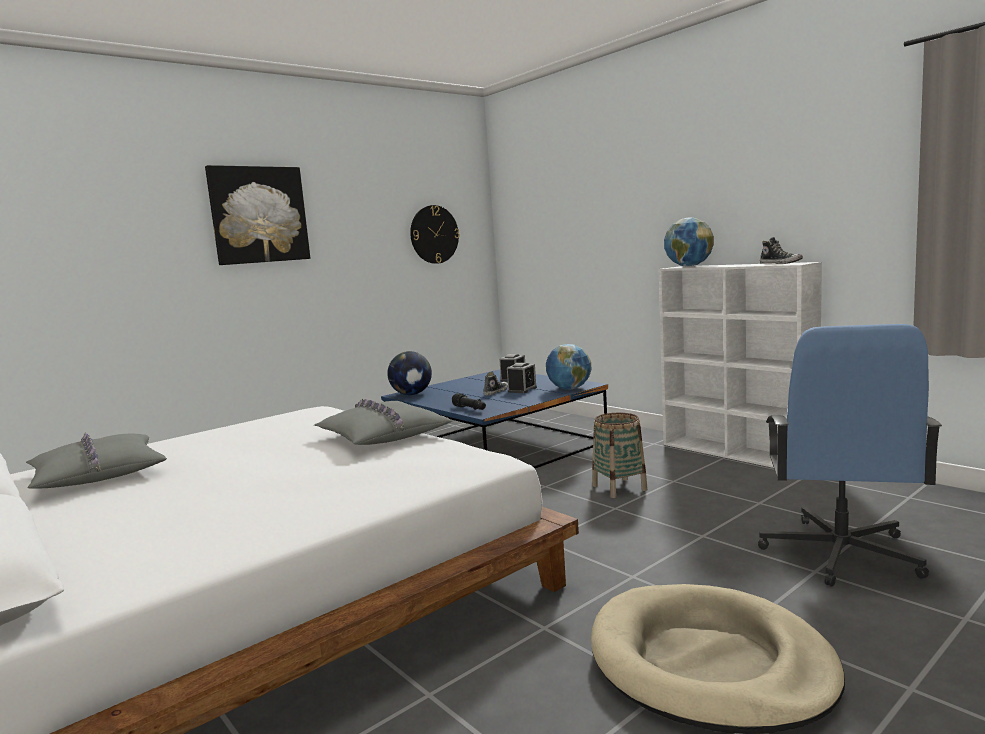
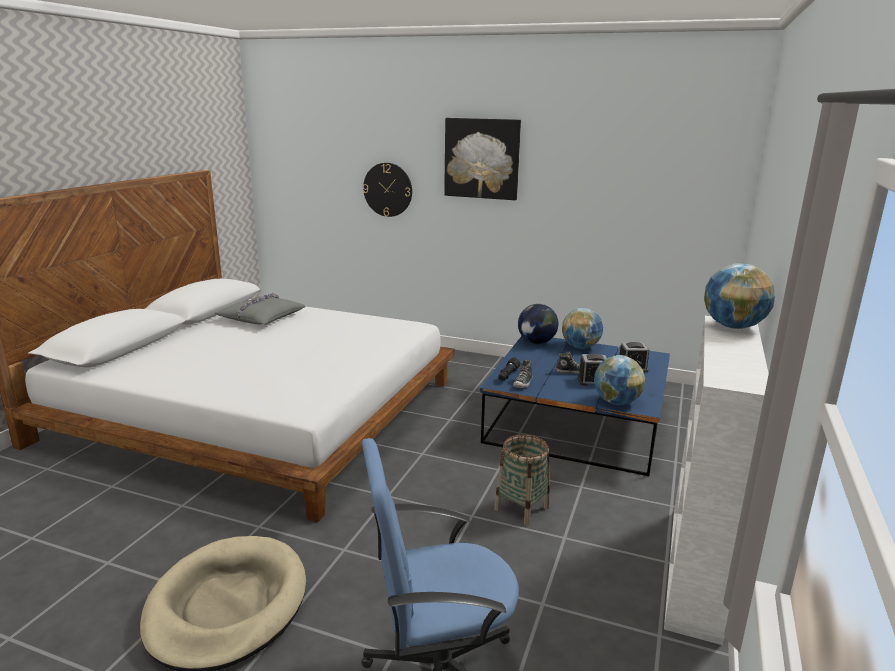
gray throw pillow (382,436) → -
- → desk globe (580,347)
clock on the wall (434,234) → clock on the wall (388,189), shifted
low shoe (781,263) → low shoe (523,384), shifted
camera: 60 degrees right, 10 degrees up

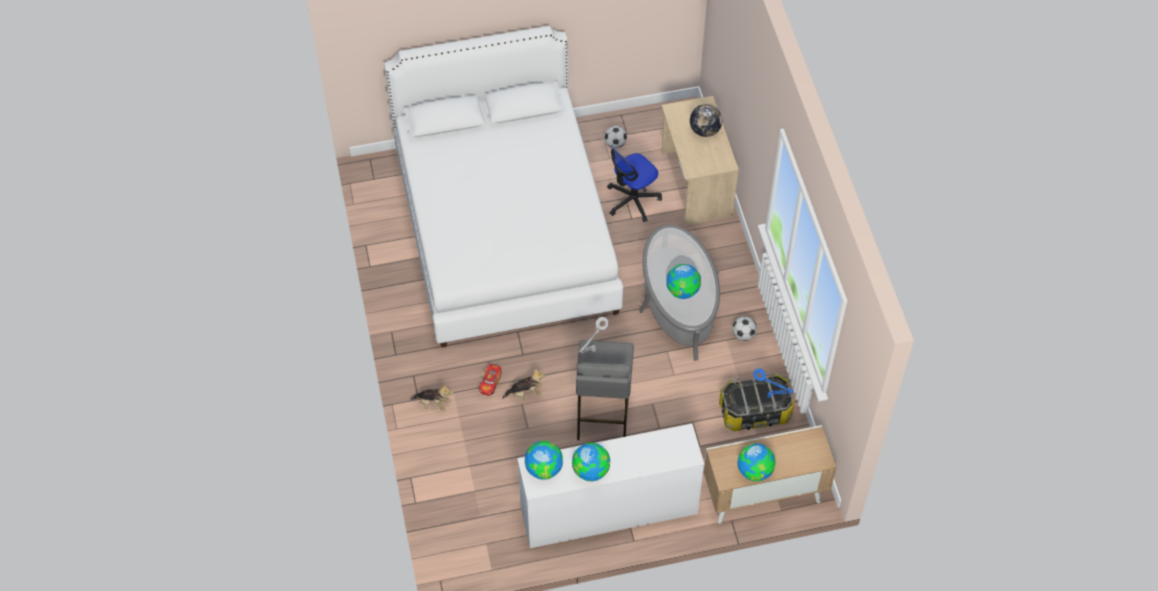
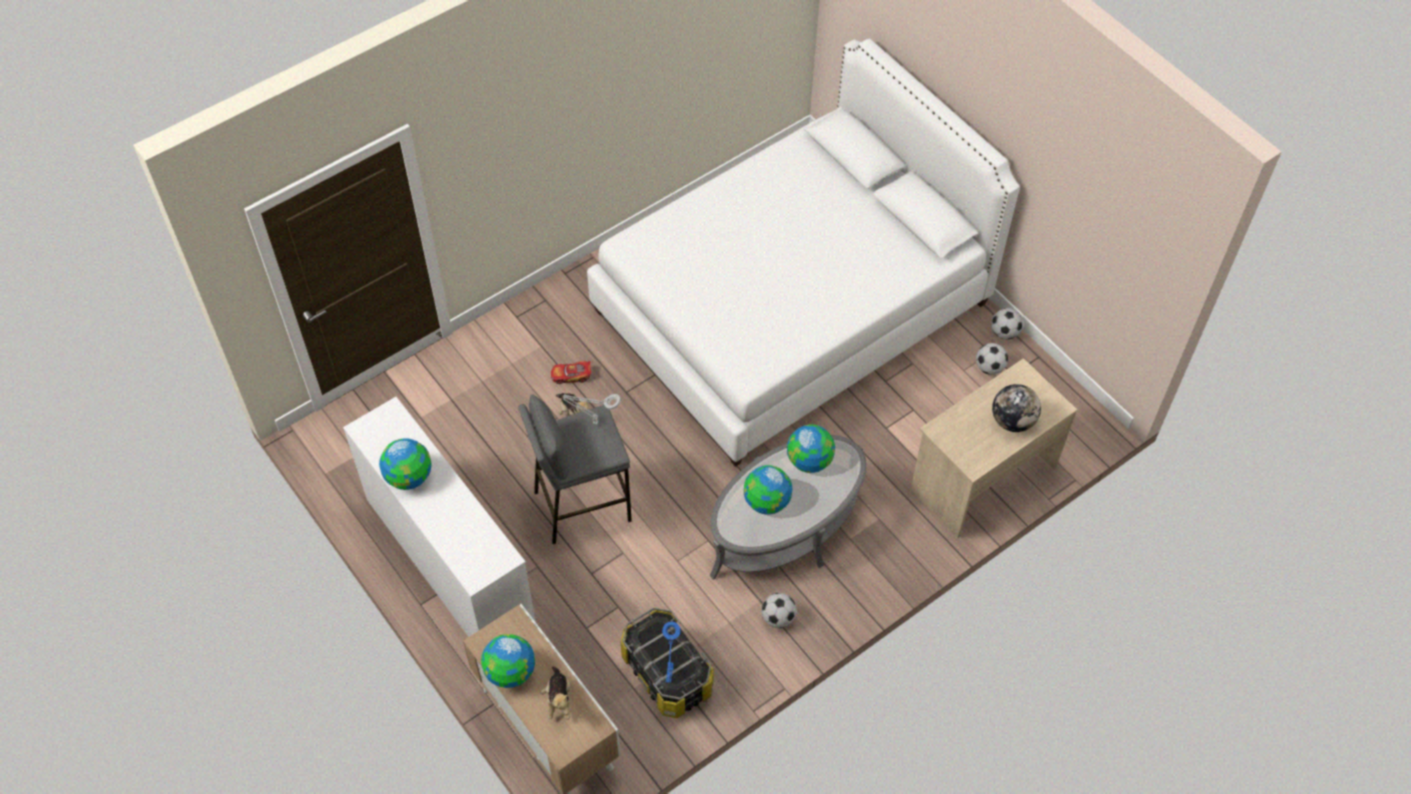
desk chair (632,200) → -
- → football ball (1004,333)
soft toy (433,403) → soft toy (559,700), shifted
desk globe (543,468) → desk globe (809,460), shifted
camera: 65 degrees right, 0 degrees up

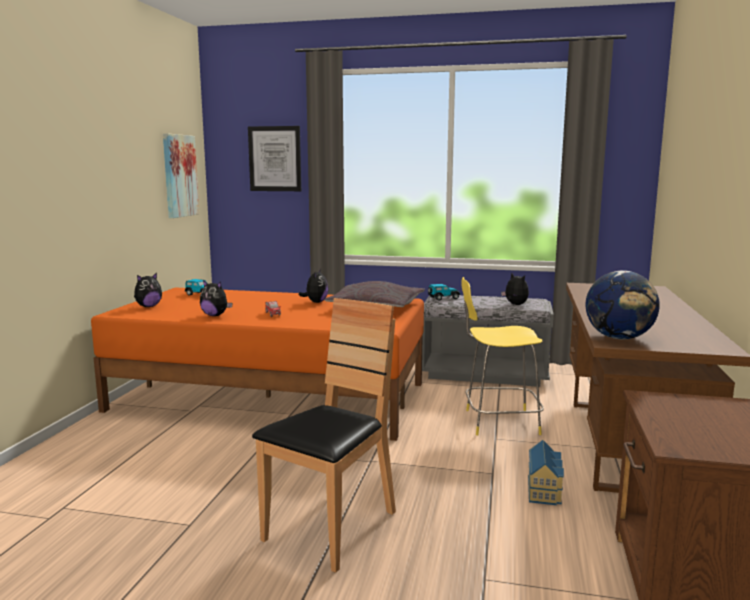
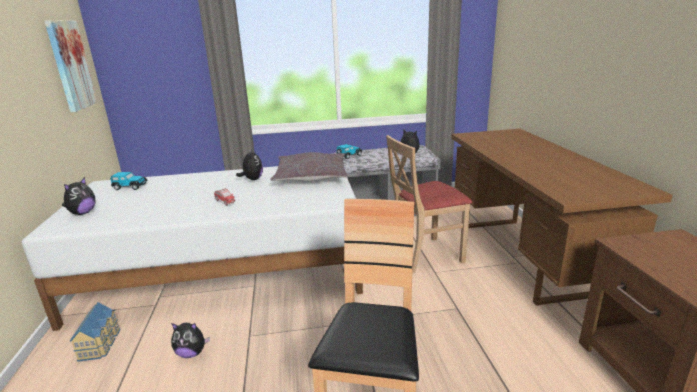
picture (275,159) → -
desk globe (619,338) → -
soft toy (215,315) → soft toy (192,353), shifted
model house (545,490) → model house (101,343), shifted
yellow sitting stool (498,422) → beige-coloured upright chair (425,255)
orange sleeping bed (270,396) → whitish sleeping bed (223,270)
camera: 20 degrees left, 10 degrees up

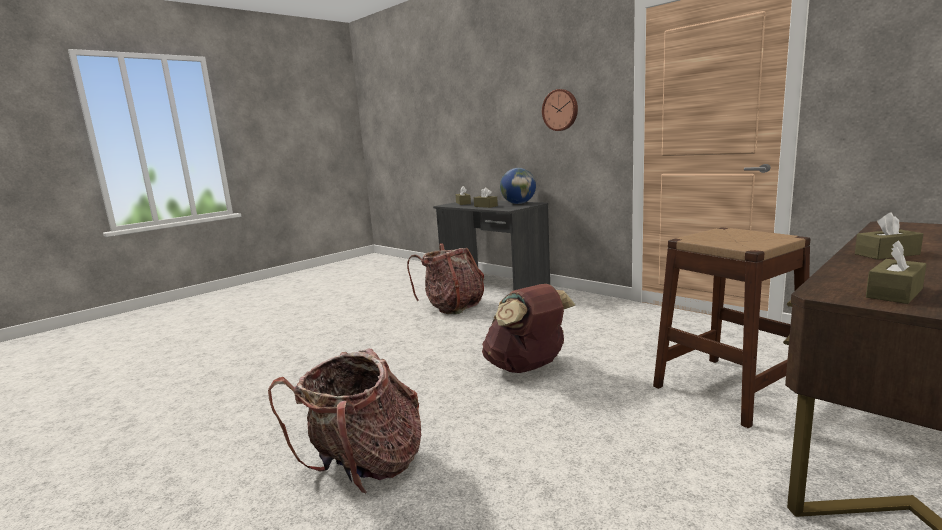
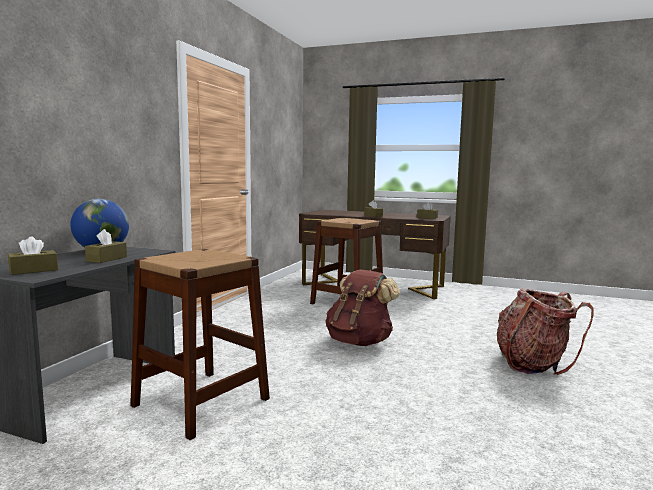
clock on the wall (560,110) → -
backpack (452,306) → brown sitting stool (201,402)
camera: 115 degrees left, 5 degrees down

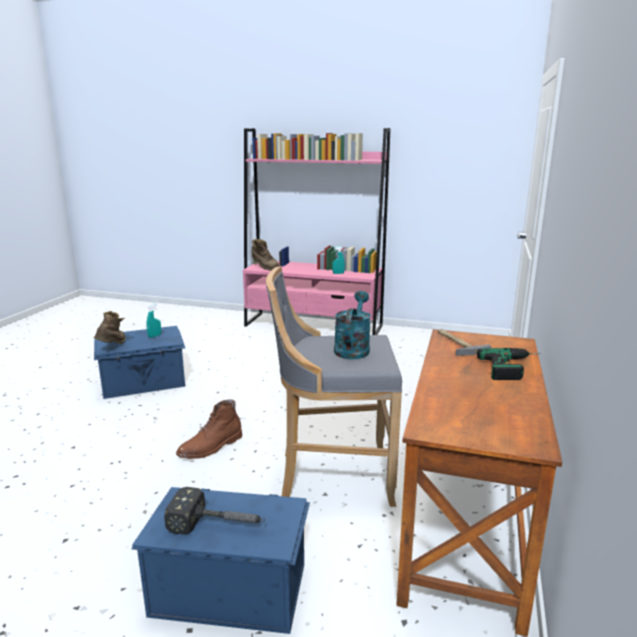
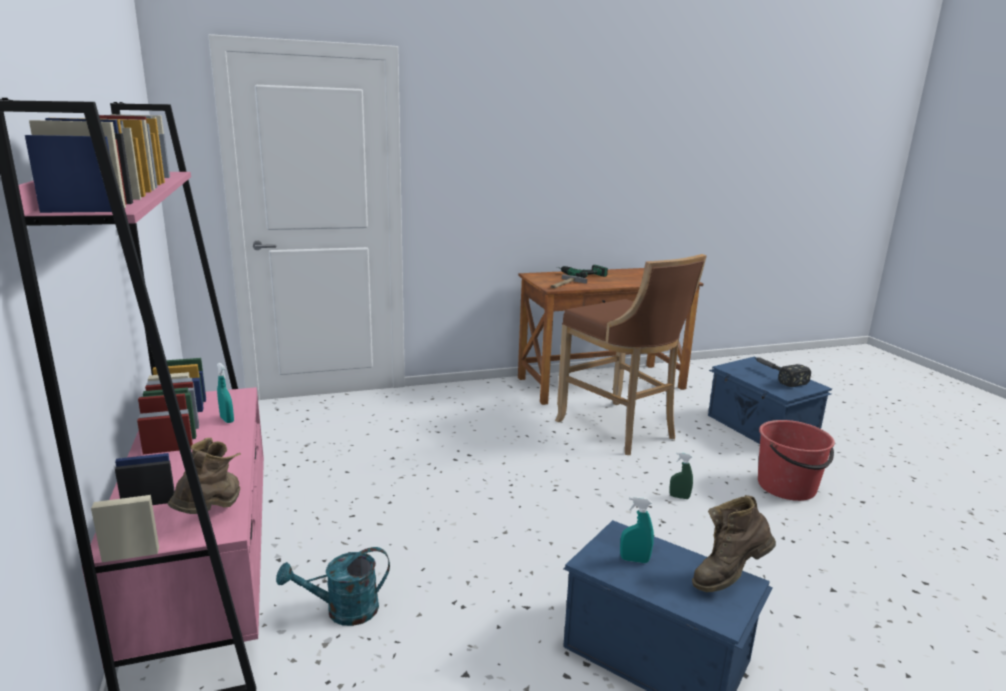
- → red-coloured water bucket (787,487)
turquoise sprinkling can (352,348) → turquoise sprinkling can (343,611), shifted
brown high-top boot (211,447) → green-coloured spray bottle (679,497)
gray sitting stool (332,475) → brown sitting stool (620,430)
camera: 125 degrees left, 0 degrees up

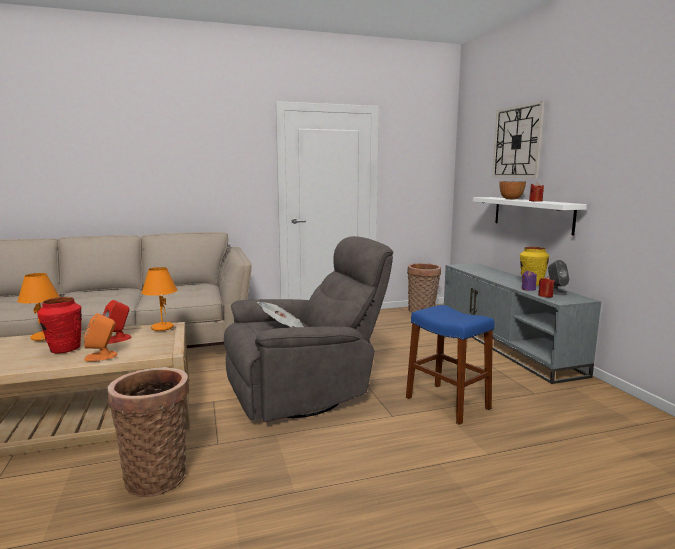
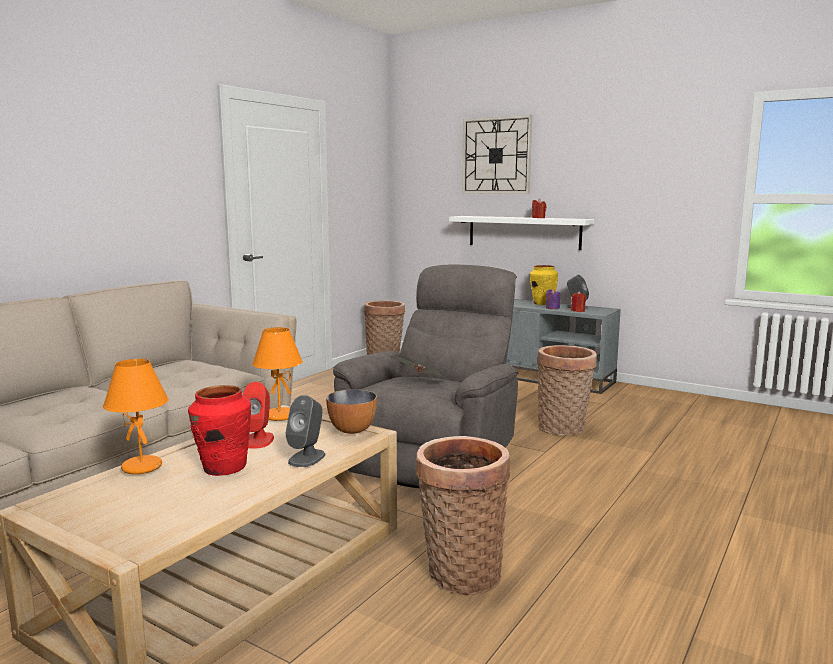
serving bowl (511,199) → serving bowl (352,430), shifted
bluish sitting stool (447,403) → household basket (563,429)
orange loudspeaker (101,356) → gray loudspeaker (307,458)
camera: 40 degrees left, 0 degrees up

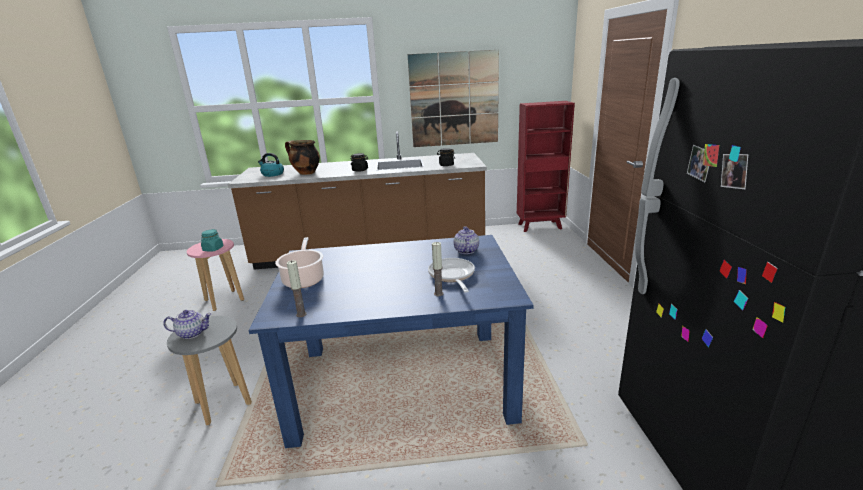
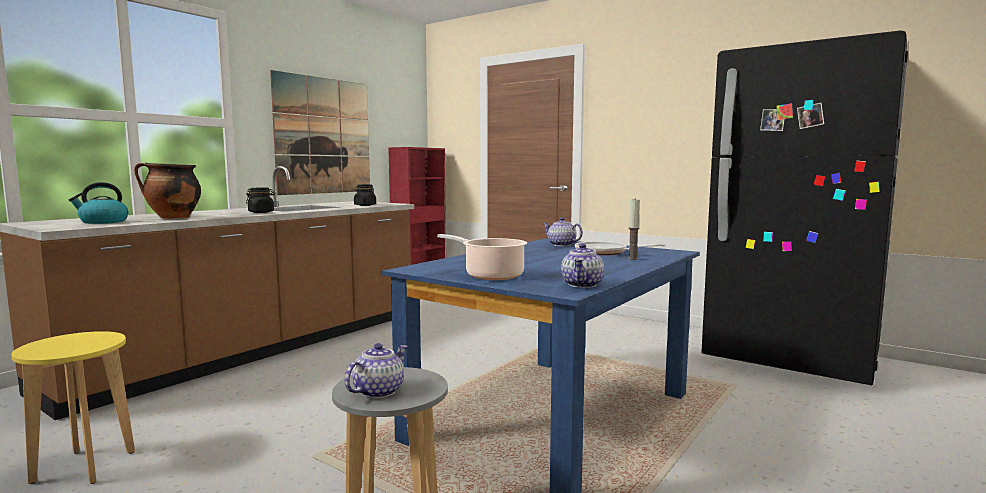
turquoise preserve jar (213,249) → -
wax candle (301,314) → pot for tea (582,285)
pink-coloured sitting stool (224,300) → yellow sitting stool (84,466)
camera: 50 degrees left, 15 degrees down

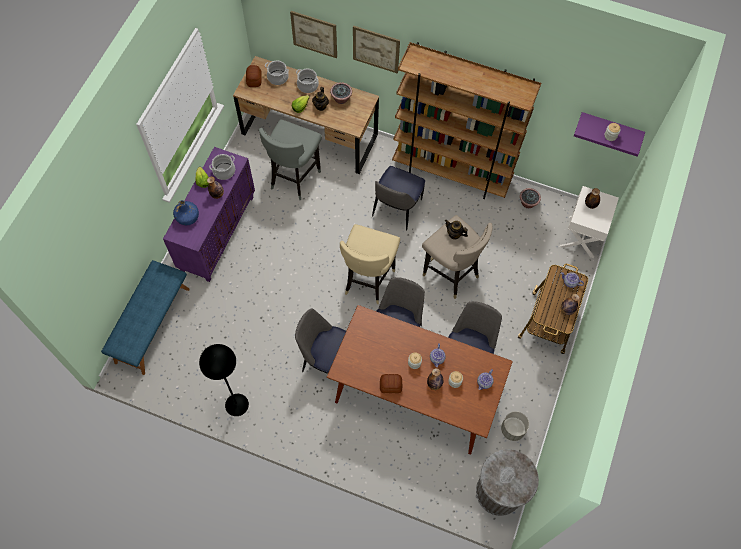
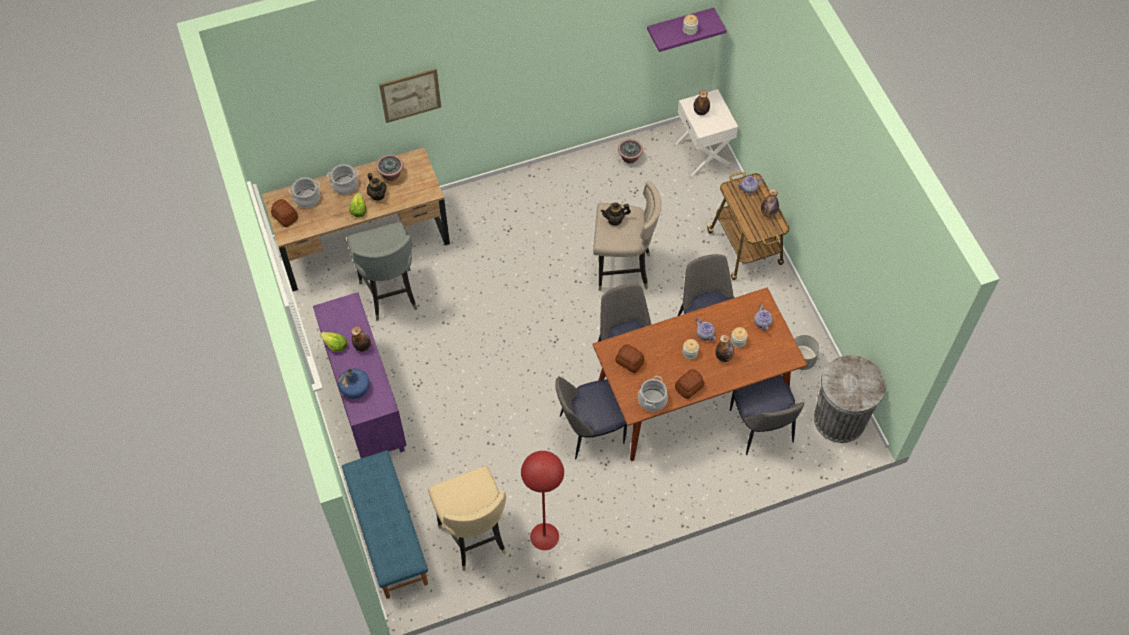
picture (314,34) → -
brown bookshelf (452,173) → -
- → baked bread (629,361)
saucepot (224,171) → saucepot (652,400), shifted
beige-coloured sitting stool (368,280) → beige-coloured sitting stool (473,537), shifted
upright chair (396,209) → upright chair (761,428), shifted
black-coloured floor lamp (237,405) → red-coloured floor lamp (545,536)
camera: 40 degrees left, 5 degrees down

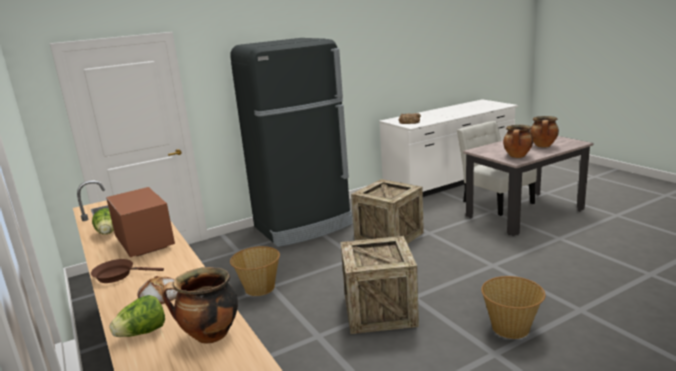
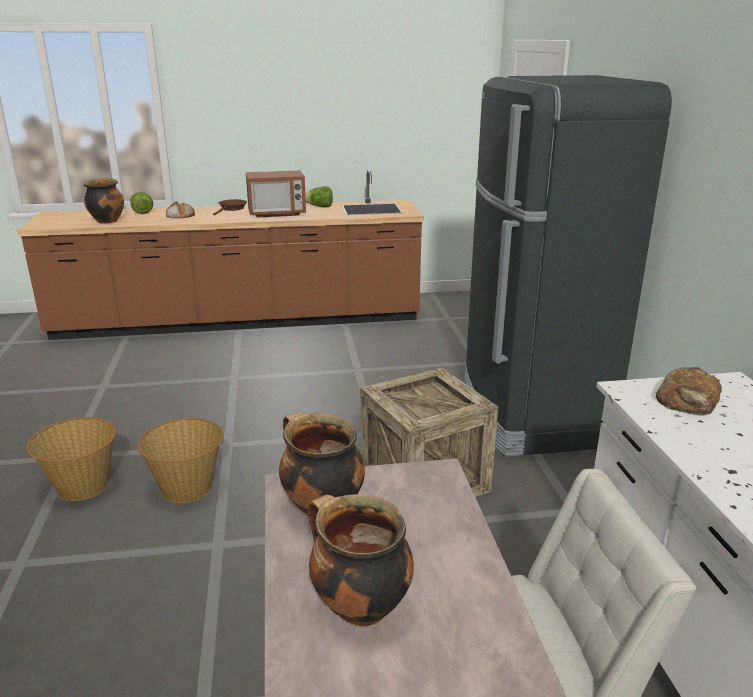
shipping crate (379,311) → -
household basket (259,288) → household basket (188,487), shifted
camera: 110 degrees right, 5 degrees up

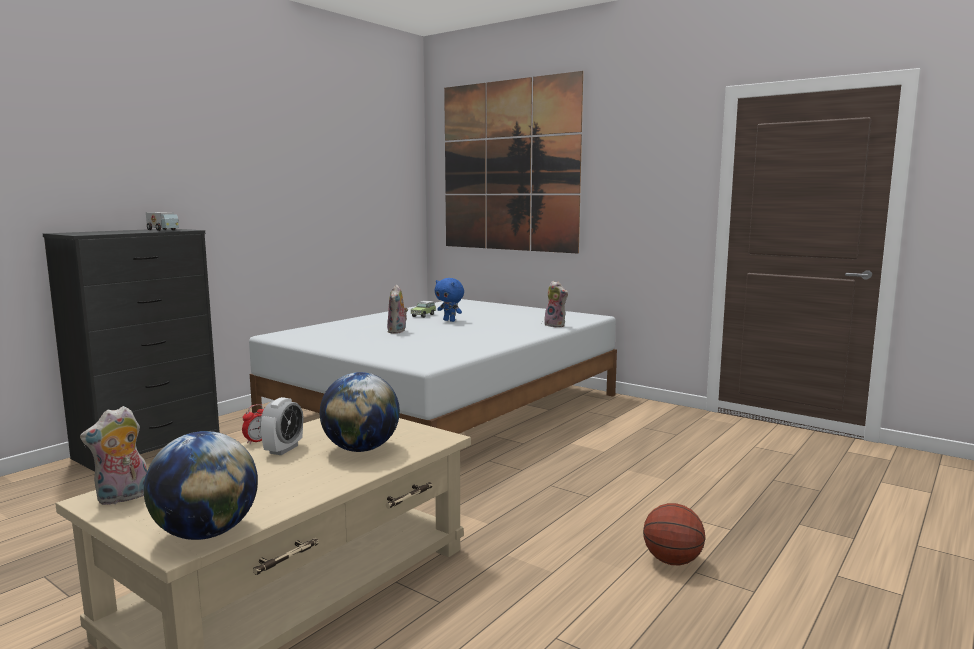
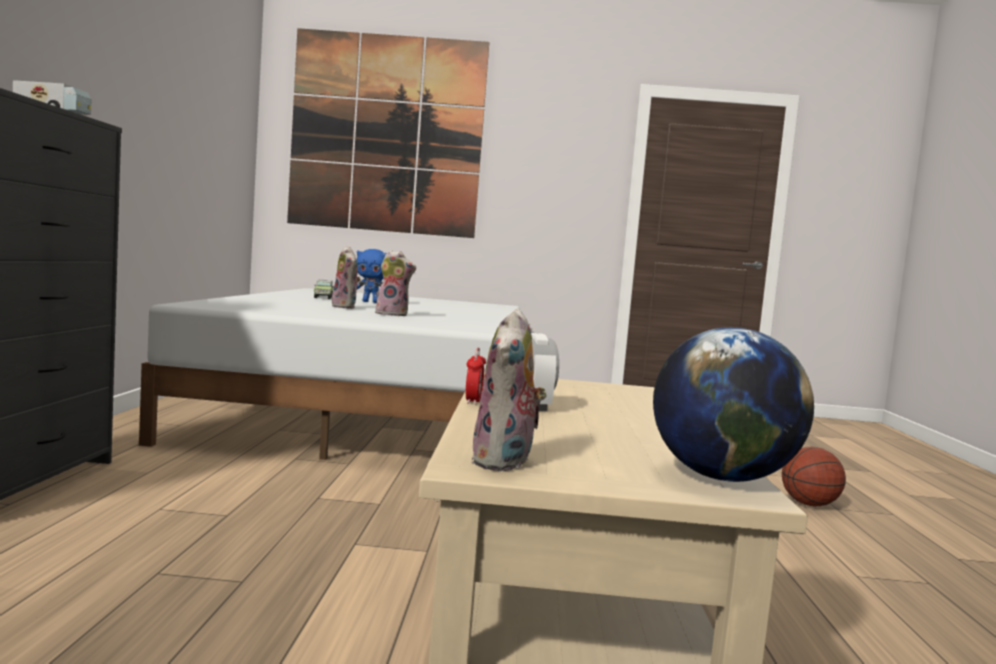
desk globe (361,449) → -
soft toy (556,325) → soft toy (393,314), shifted
camera: 35 degrees left, 5 degrees down

